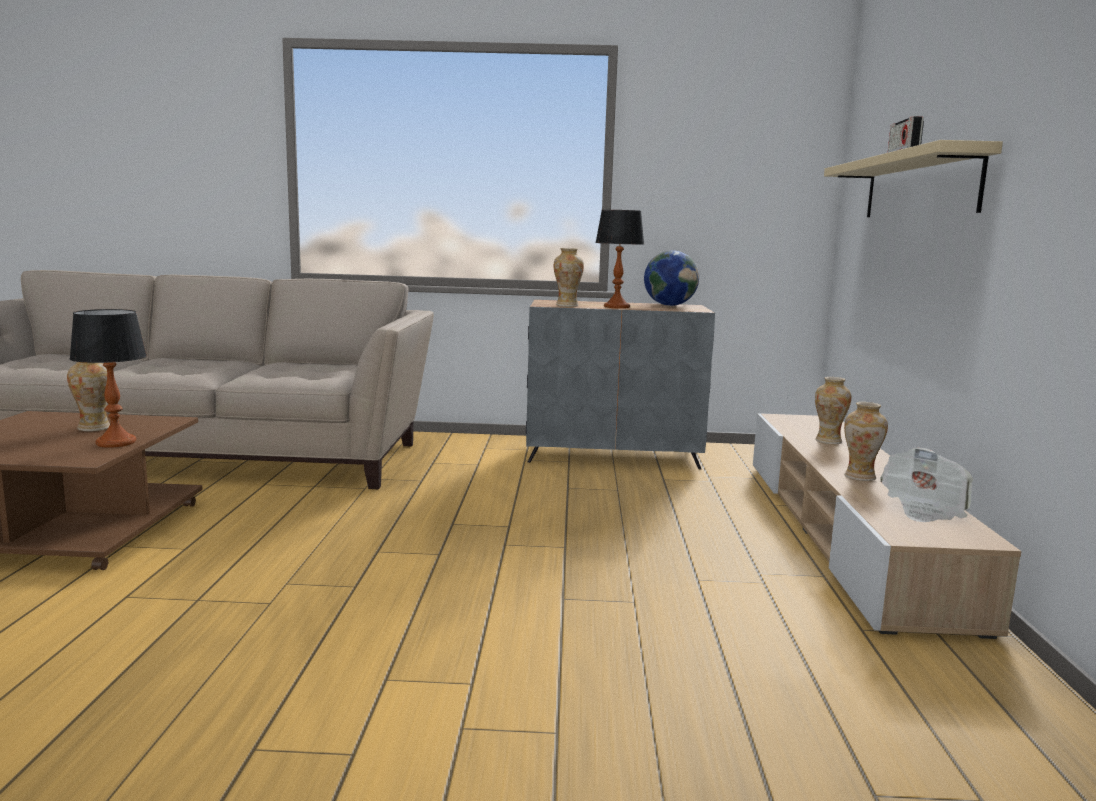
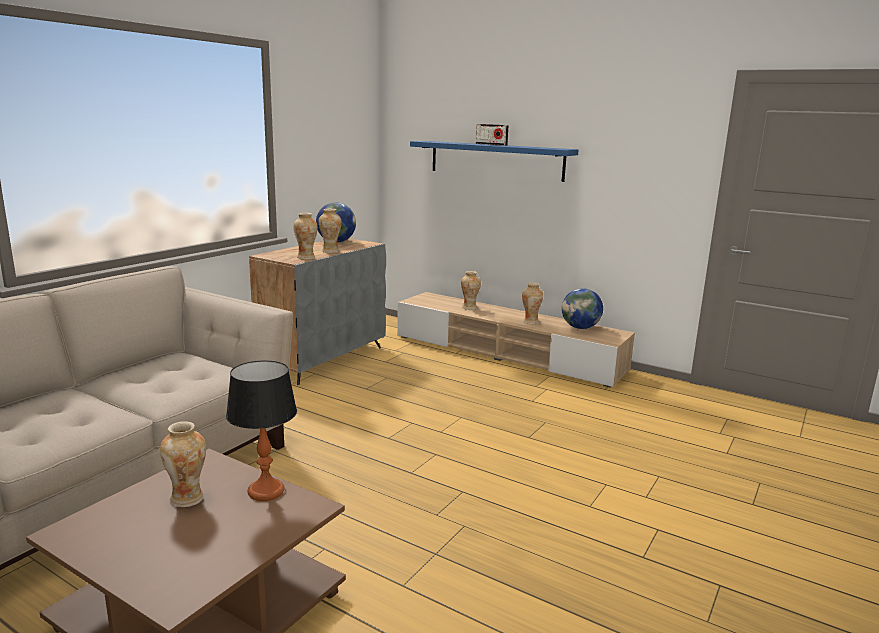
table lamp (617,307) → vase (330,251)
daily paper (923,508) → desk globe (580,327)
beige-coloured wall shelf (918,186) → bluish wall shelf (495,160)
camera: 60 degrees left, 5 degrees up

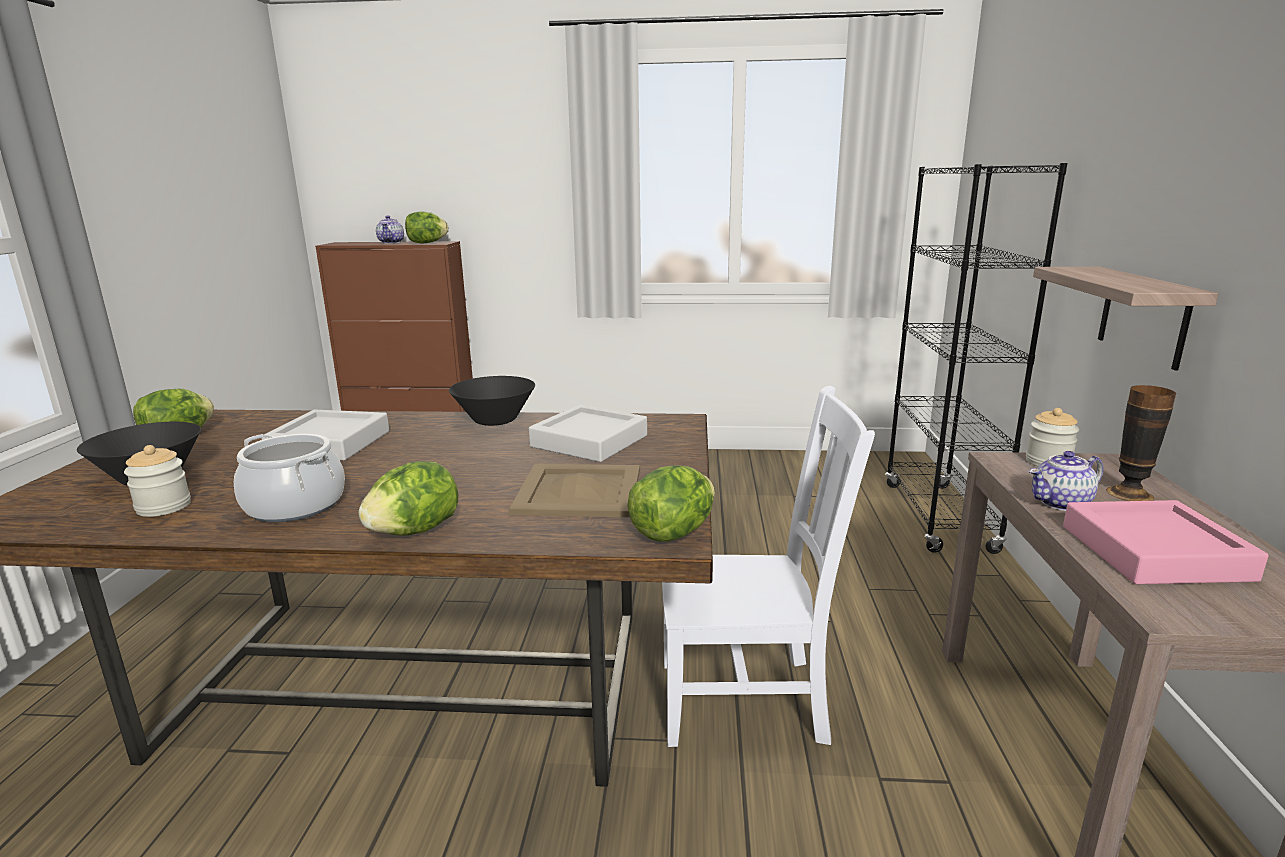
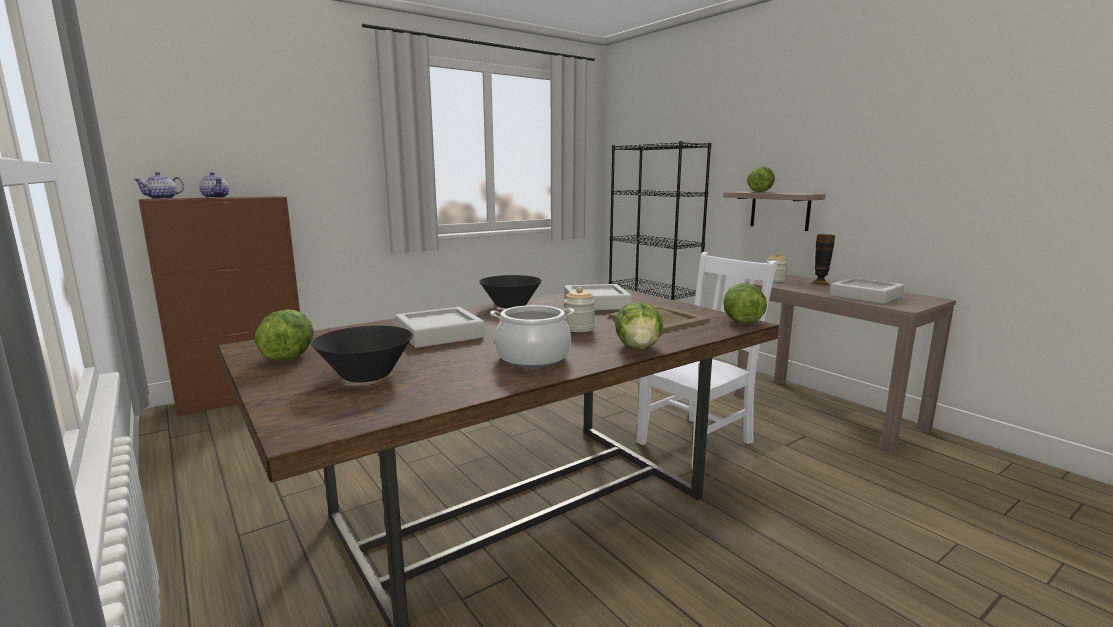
preserve jar (163,507) → preserve jar (579,328), shifted
lettuce head (426,243) → lettuce head (760,192), shifted
pot for tea (1061,503) → pot for tea (162,198), shifted
pink-coloured carrying tray (1154,552) → gray carrying tray (866,296)
camera: 40 degrees left, 5 degrees down

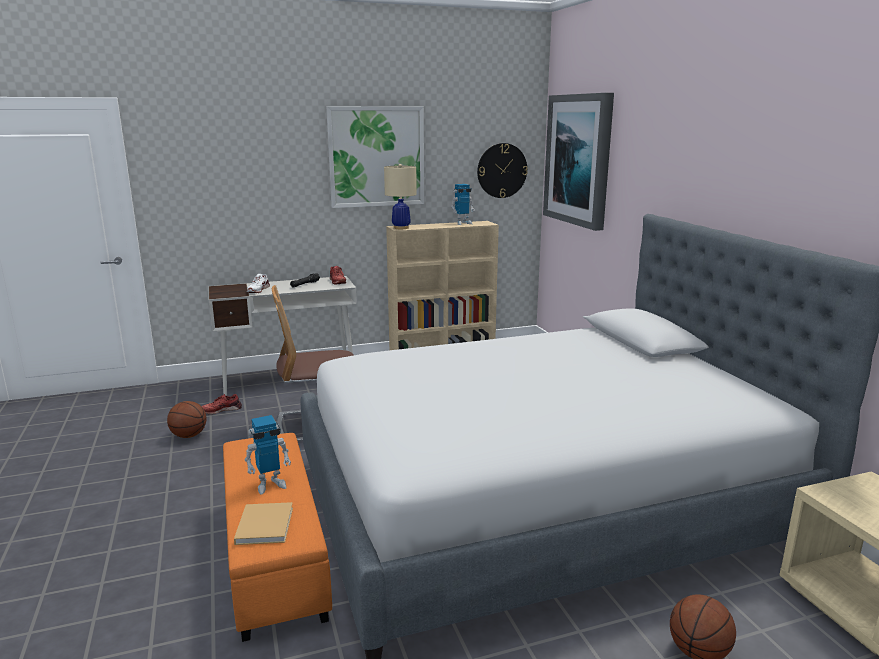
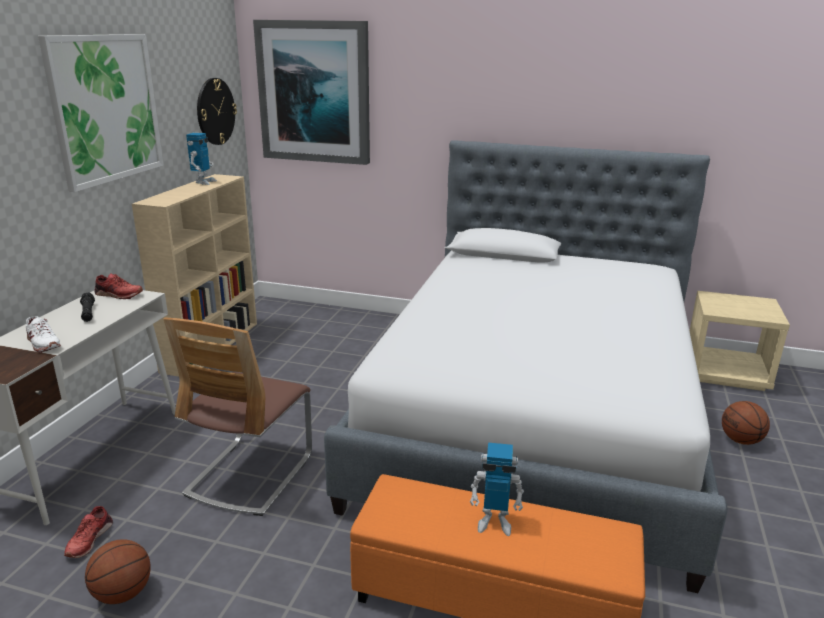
beige-coloured volume (265,524) → -
beige-coloured table lamp (401,228) → -
robot figure (270,484) → robot figure (494,522), 90 degrees clockwise
camera: 55 degrees left, 5 degrees up

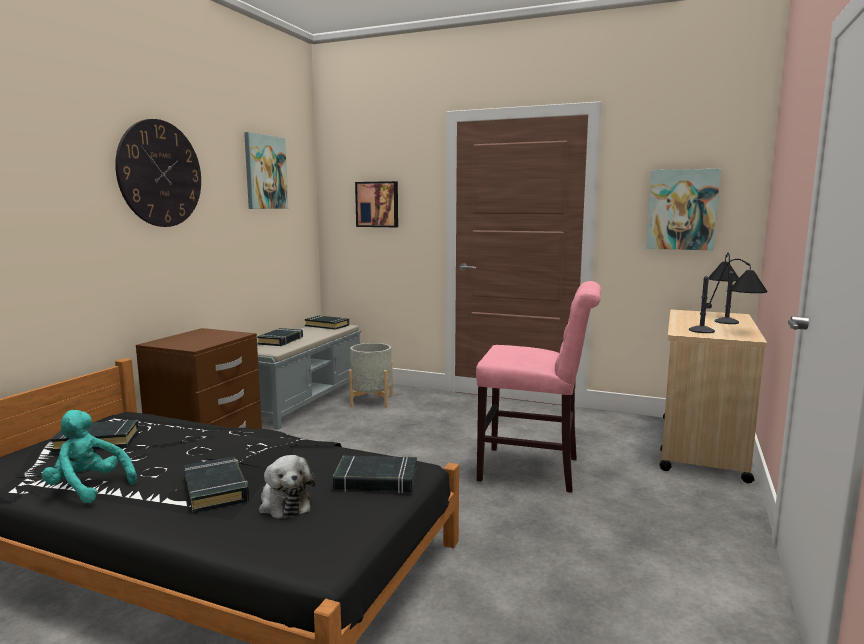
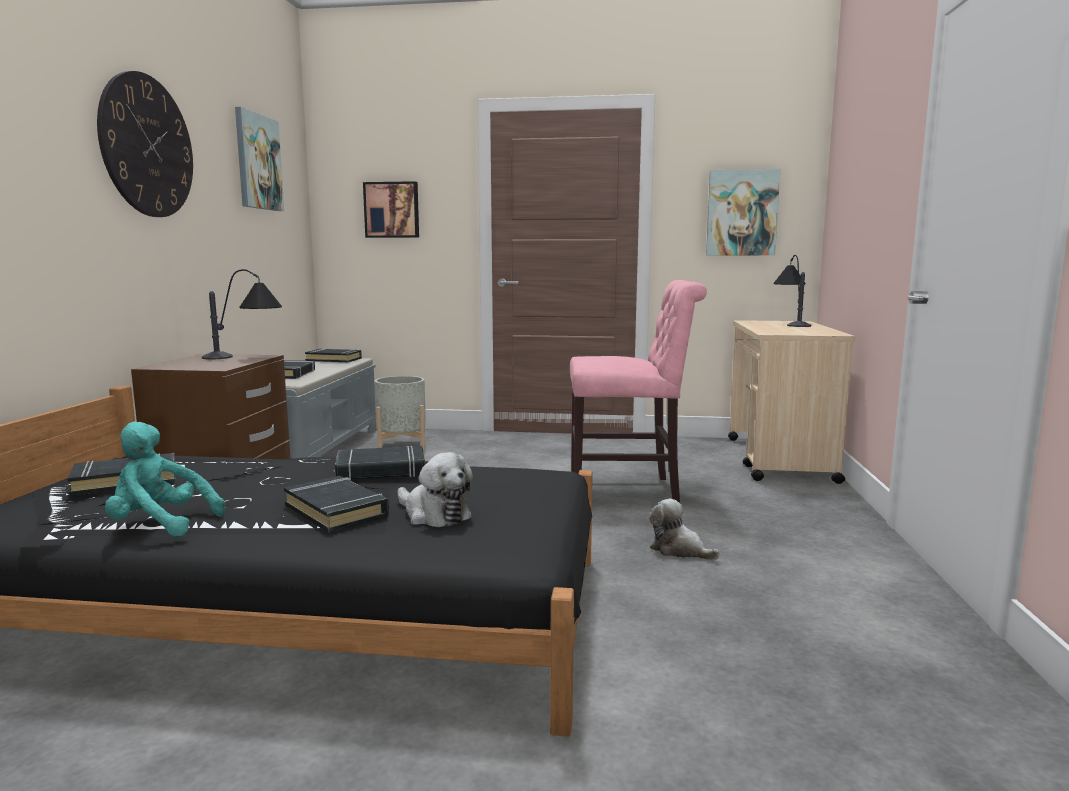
- → soft toy (679,550)
black-coloured volume (376,480) → black-coloured volume (381,470), shifted
table lamp (727,331) → table lamp (247,357), shifted
camera: 15 degrees left, 0 degrees up

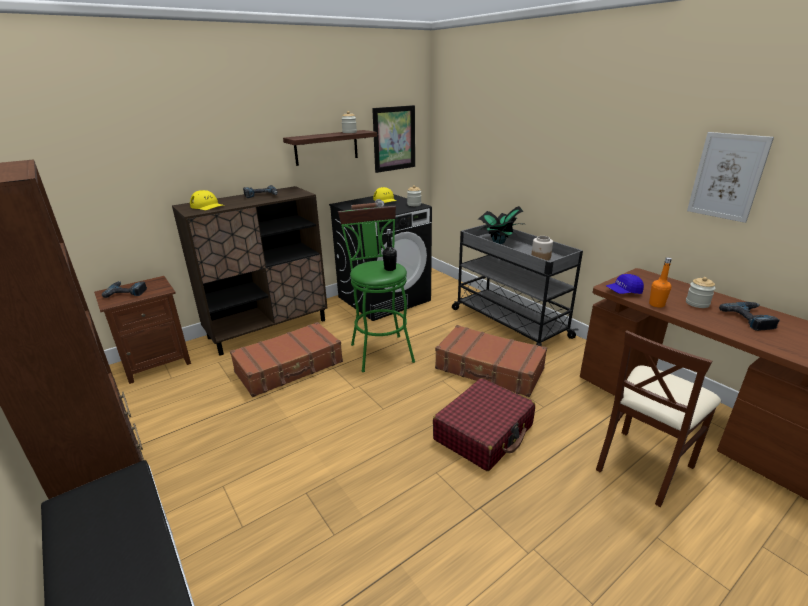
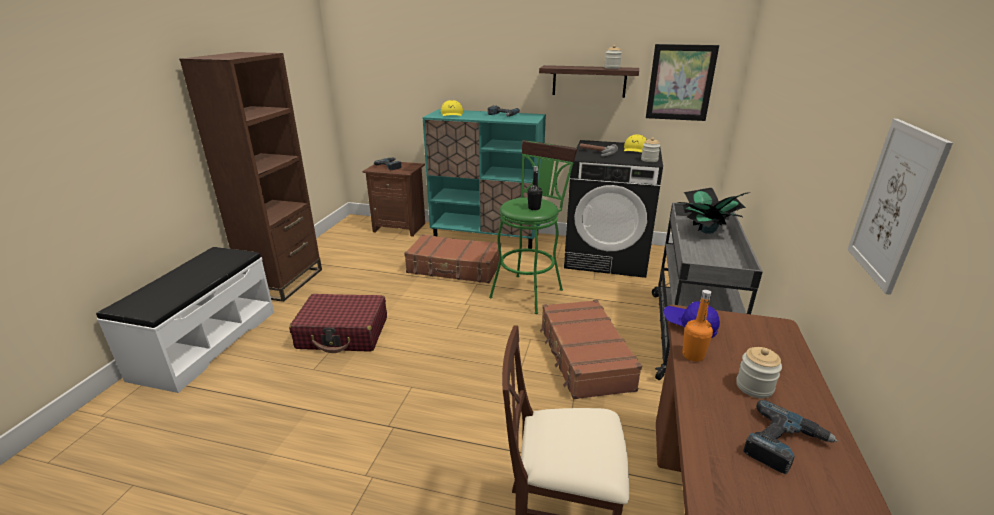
preserve jar (541,257) → -
red-coloured piece of luggage (484,433) → red-coloured piece of luggage (343,333), shifted
brown cabinet (268,329) → turquoise cabinet (486,237)
camera: 50 degrees right, 0 degrees up

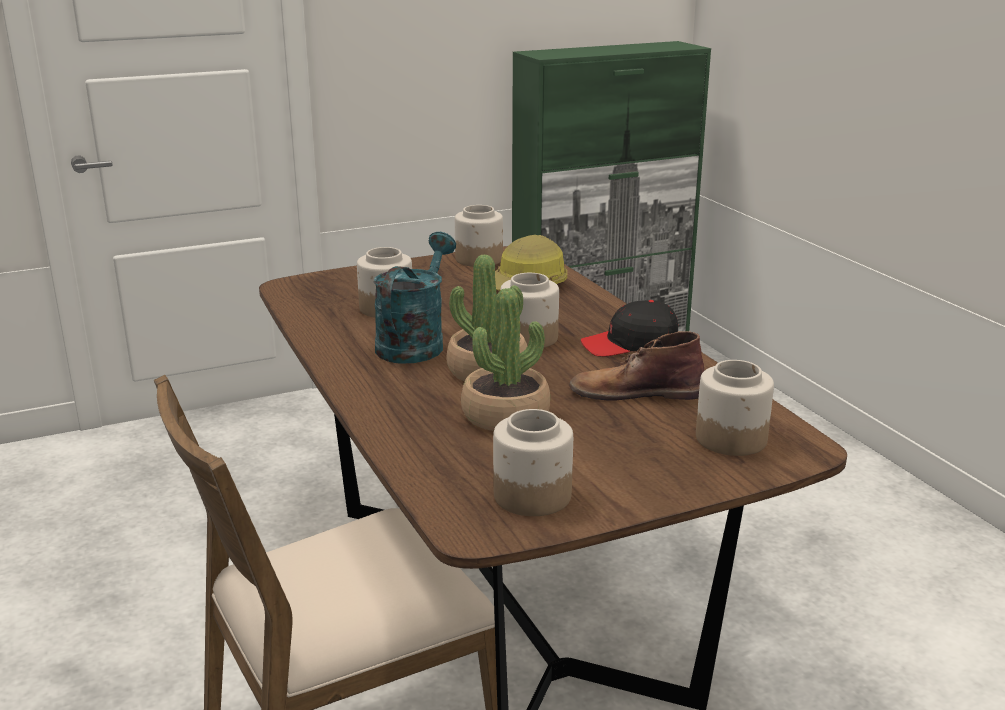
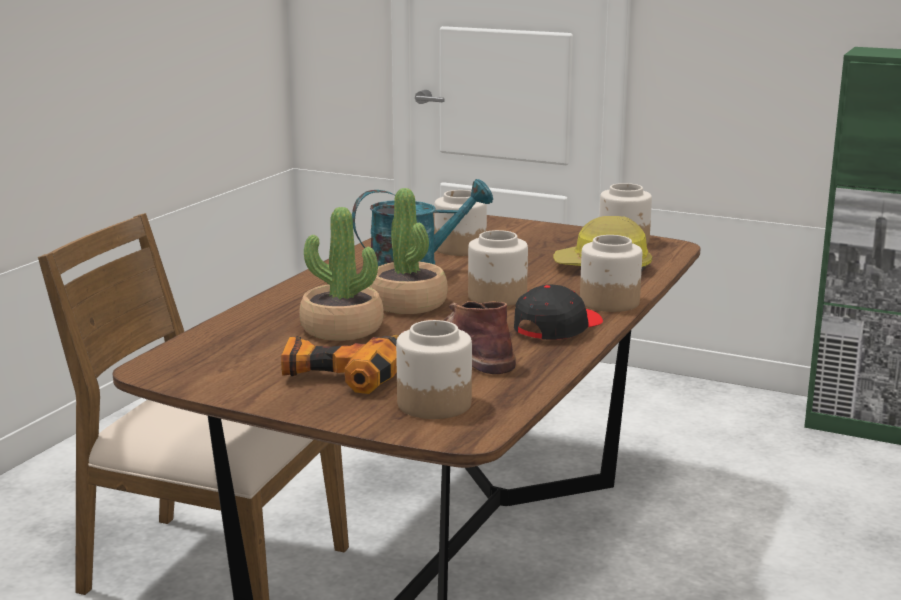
- → drill (344,371)
preserve jar (531,496) → preserve jar (608,302), shifted
black-coloured peaked cap (630,344) → black-coloured peaked cap (557,327), 90 degrees clockwise
camera: 50 degrees right, 5 degrees down

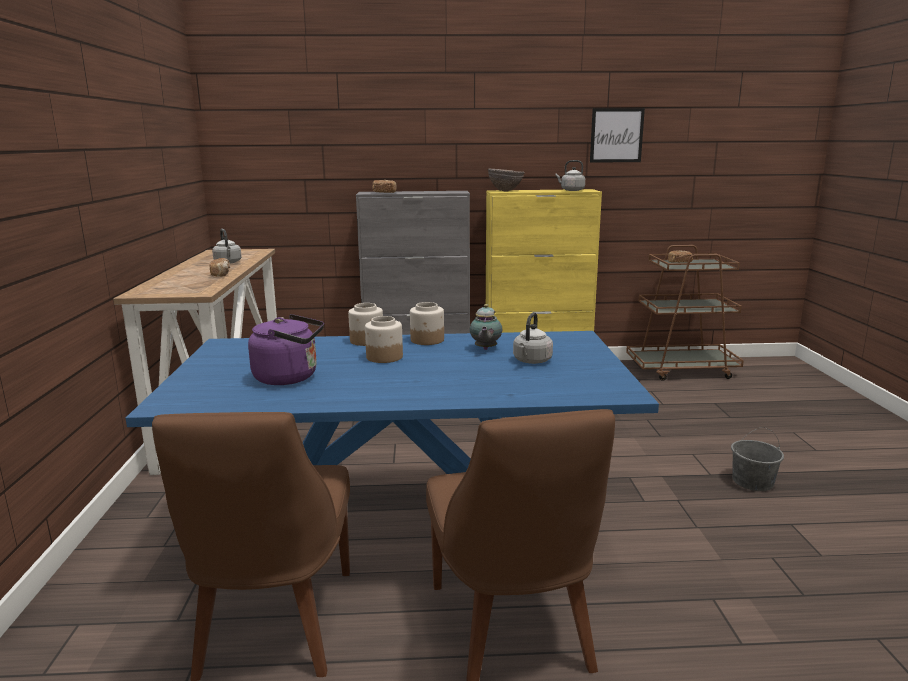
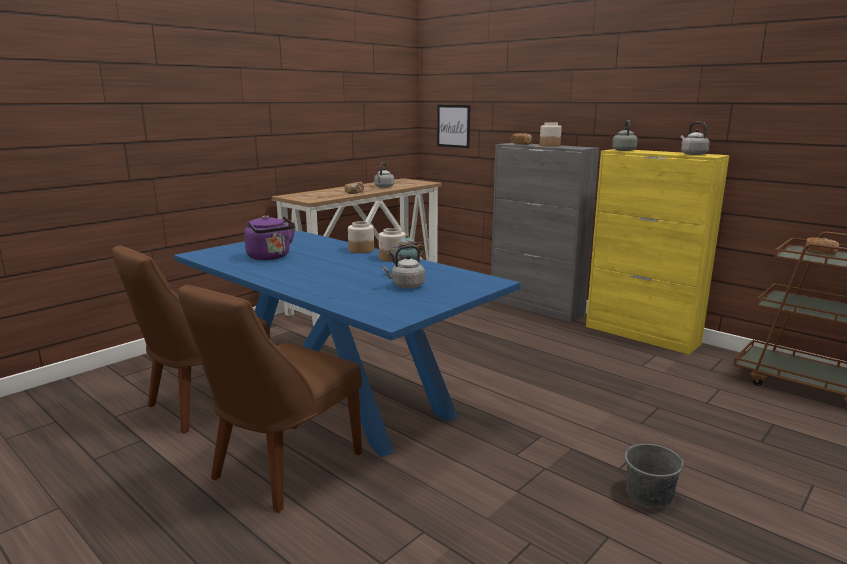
preserve jar (384,357) → preserve jar (549,145), shifted
picture (616,135) → picture (453,126), shifted
brown serving bowl (505,191) → gray kettle (623,150)
camera: 45 degrees right, 0 degrees up

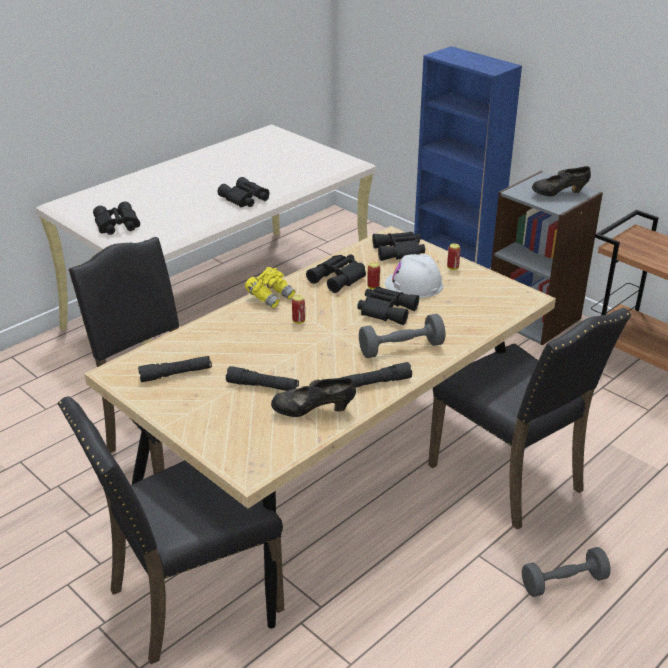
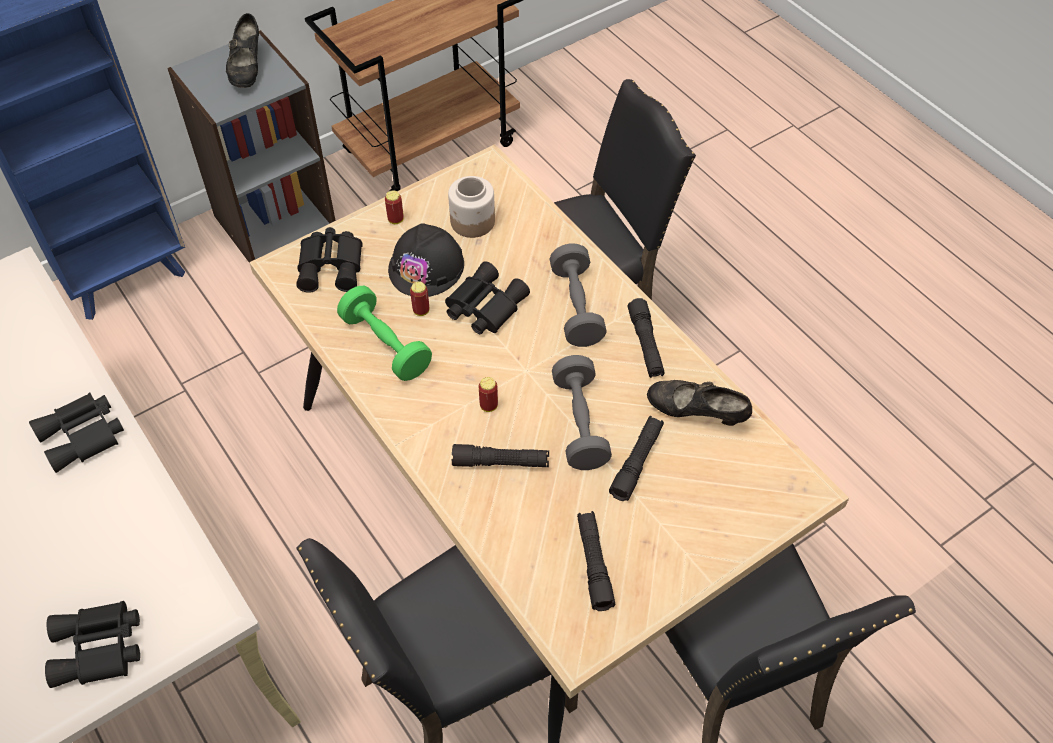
yellow pair of binoculars (270,297) → -
- → preserve jar (472,222)
- → black-coloured torch (501,462)
gray hand weight (563,582) → gray hand weight (580,423), shifted
black-coloured pair of binoculars (339,278) → green-coloured hand weight (386,345)
whitish safety helmet (414,284) → black-coloured safety helmet (427,267)
black-coloured low shoe (313,411) → black-coloured low shoe (696,414), 105 degrees clockwise
camera: 80 degrees left, 20 degrees up

